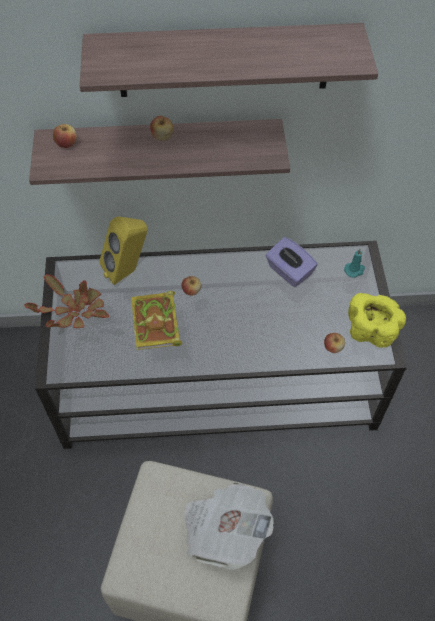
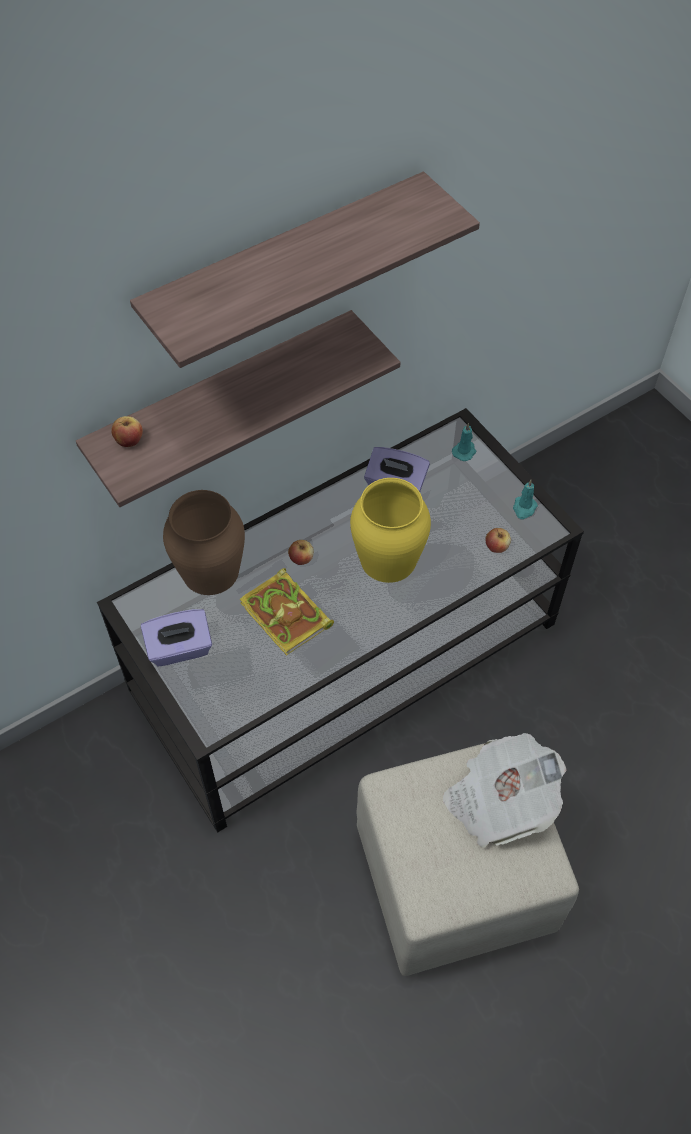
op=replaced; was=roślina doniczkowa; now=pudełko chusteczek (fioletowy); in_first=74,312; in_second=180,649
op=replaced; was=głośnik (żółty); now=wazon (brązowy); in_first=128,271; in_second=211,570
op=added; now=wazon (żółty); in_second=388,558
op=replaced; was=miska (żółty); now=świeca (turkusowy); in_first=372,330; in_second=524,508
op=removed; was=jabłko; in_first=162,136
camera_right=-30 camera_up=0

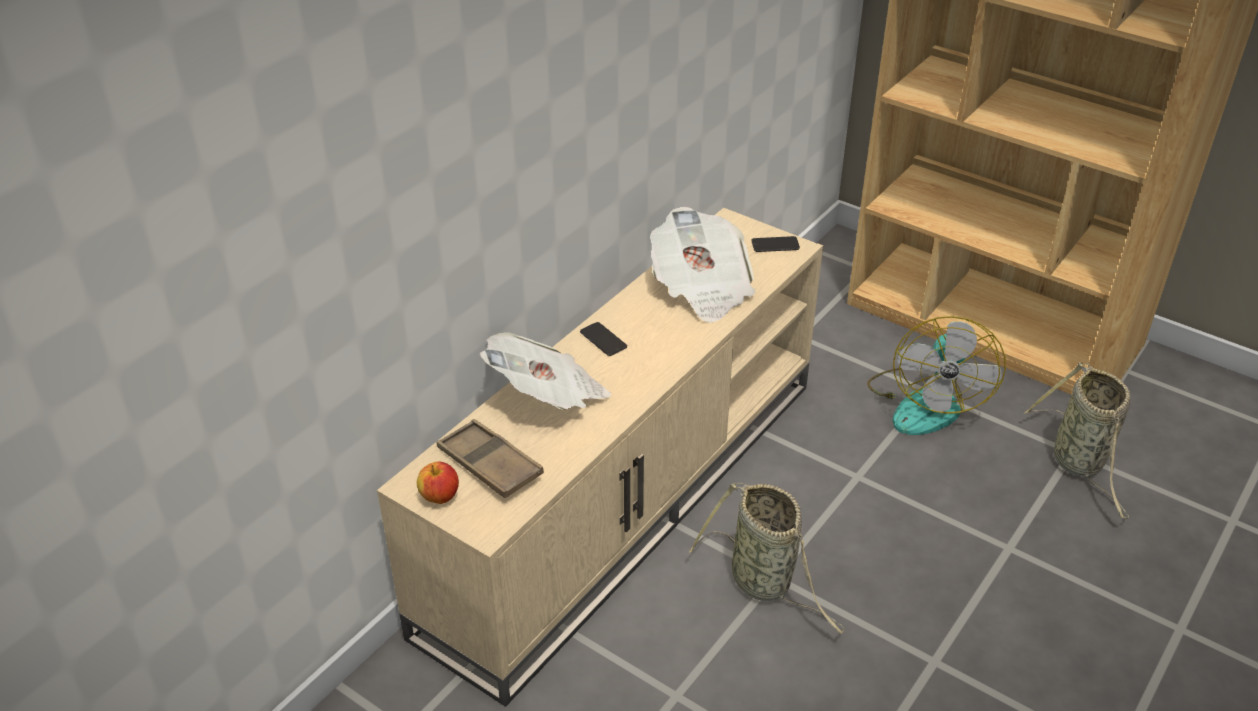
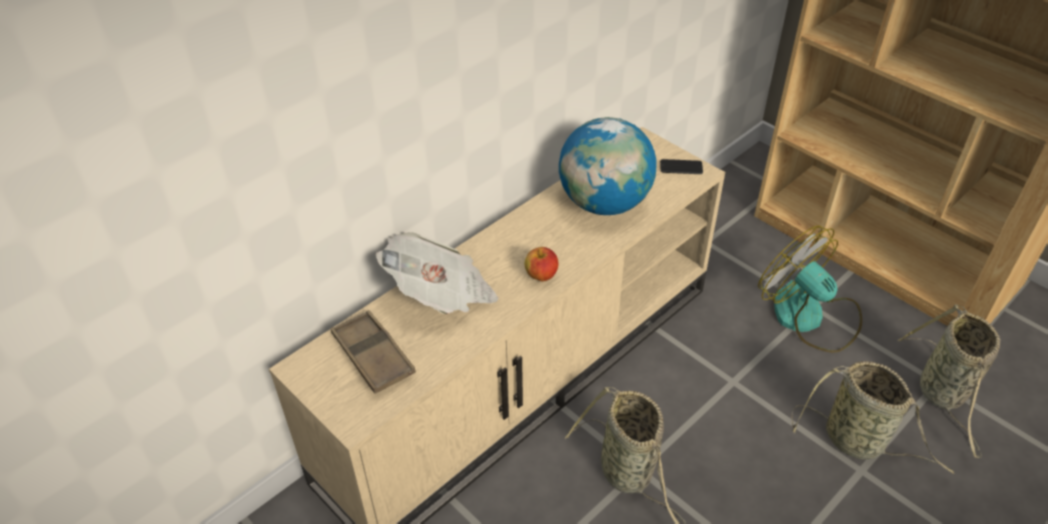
op=moved; was=jabłko; in_first=440,496; in_second=541,275
op=replaced; was=gazeta; now=globus; in_first=701,288; in_second=604,203
op=turned; was=wentylator; in_first=926,402; in_second=808,317; clockwise=120
op=added; now=koszyk; in_second=858,442
op=removed; was=telefon; in_first=603,340
camera_right=10 camera_up=5

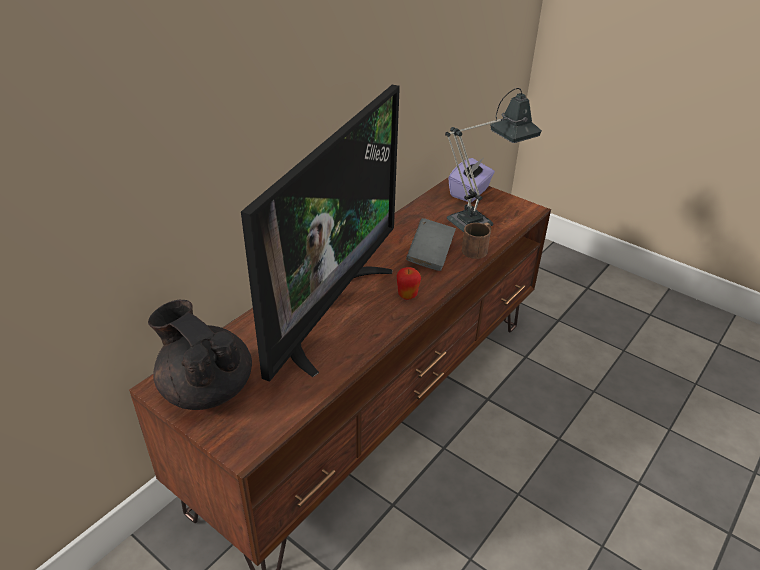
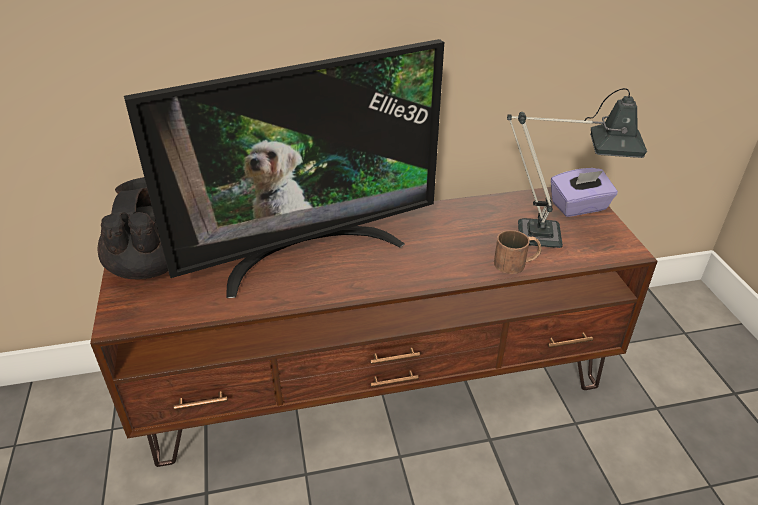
op=removed; was=jabłko; in_first=407,295
op=removed; was=książka (szary); in_first=430,256
camera_right=40 camera_up=0

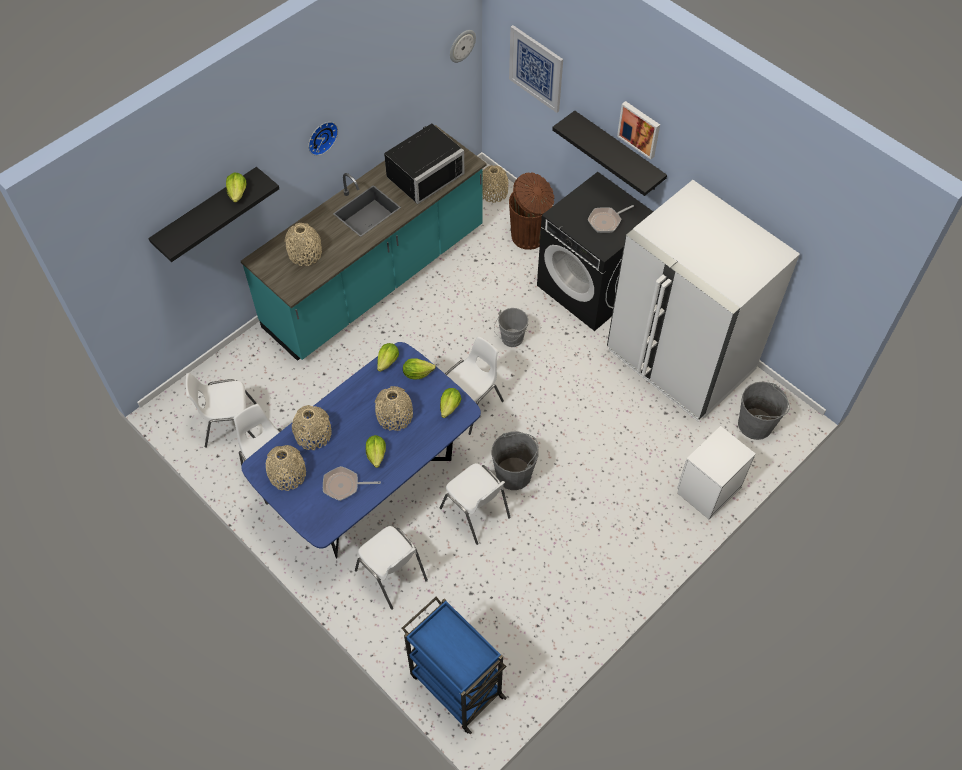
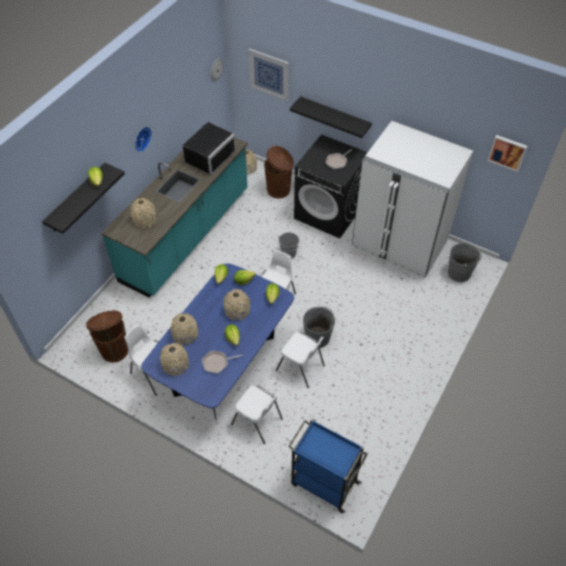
op=replaced; was=krzesło (biały); now=kosz na śmieci (brązowy); in_first=230,425; in_second=114,349
op=moved; was=obraz; in_first=640,129; in_second=507,152
op=removed; was=szafka nocna (biały); in_first=707,490
camera_right=-15 camera_up=-5

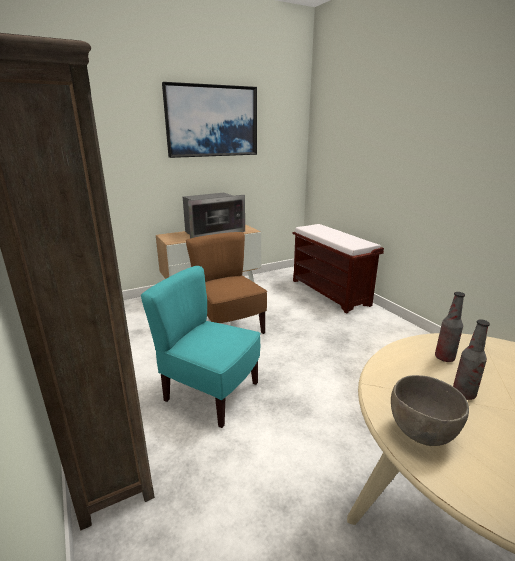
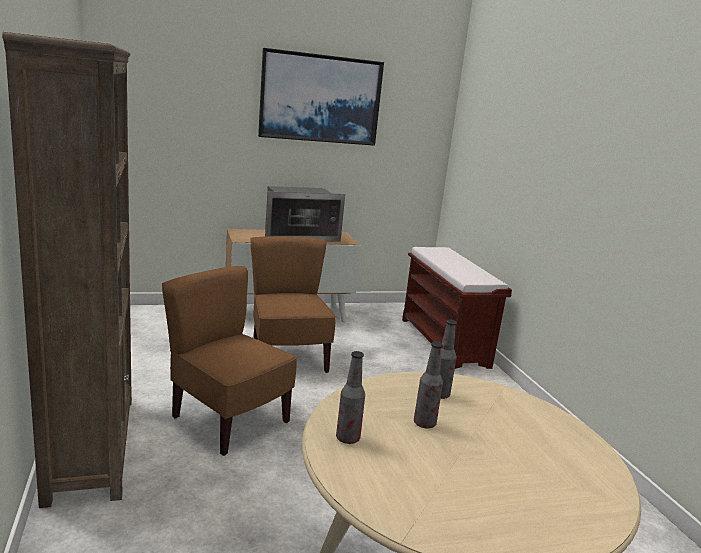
op=recoloured; was=krzesło (turkusowy); now=krzesło (brązowy); in_first=210,393; in_second=228,421
op=replaced; was=miska (szary); now=butelka; in_first=420,432; in_second=347,438
camera_right=10 camera_up=-5

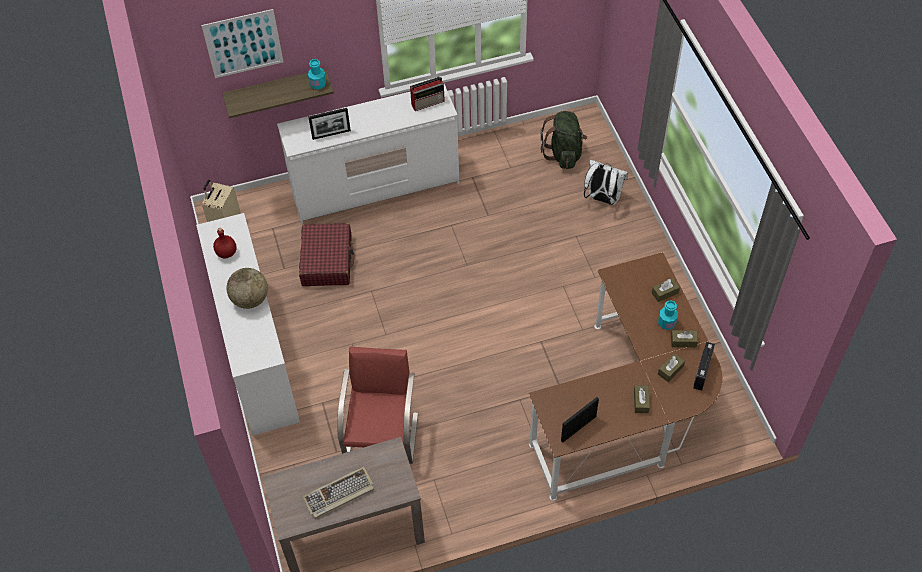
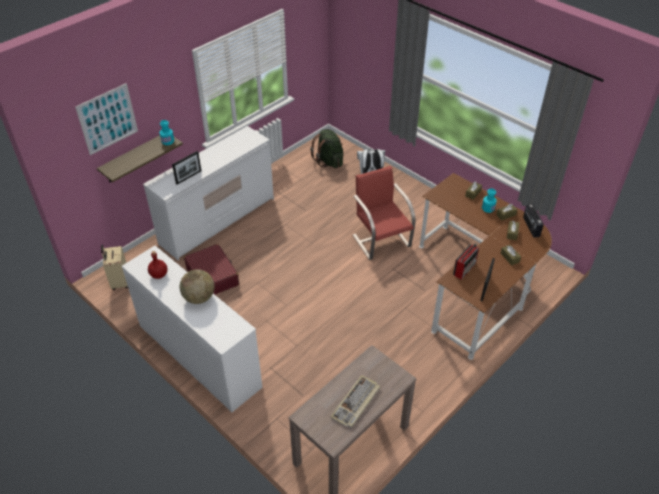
op=moved; was=krzesło (czerwony); in_first=382,435; in_second=381,240
op=moved; was=radio; in_first=428,102; in_second=465,269
camera_right=-30 camera_up=-10

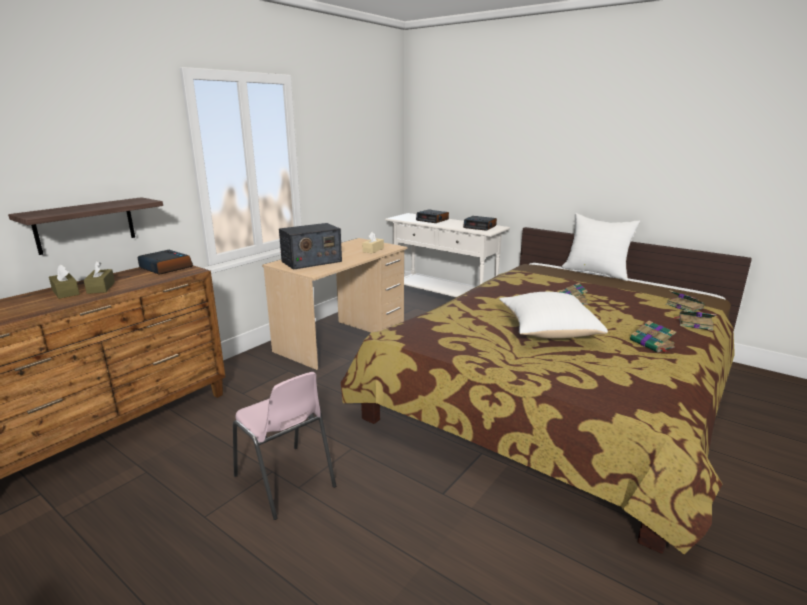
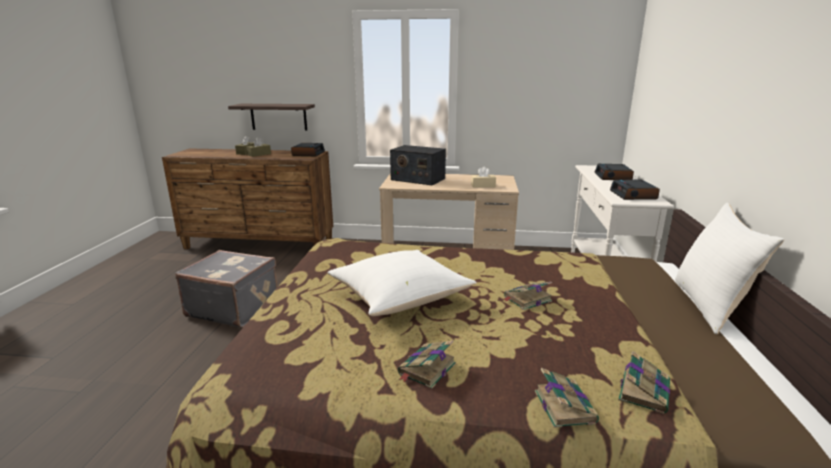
op=replaced; was=krzesło (różowy); now=walizka (szary); in_first=285,482; in_second=234,307
camera_right=60 camera_up=0

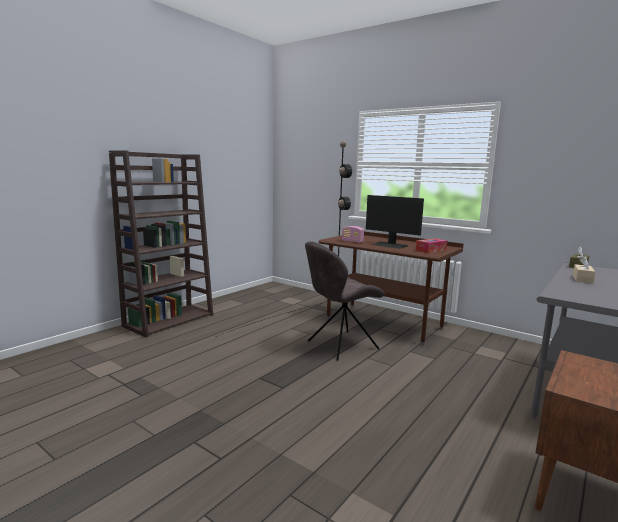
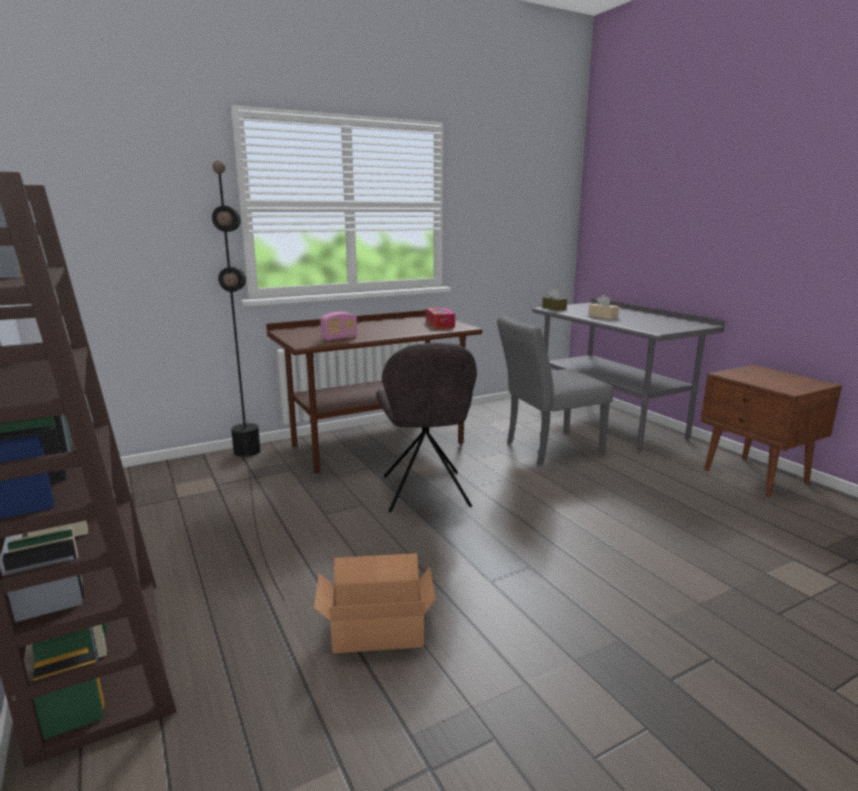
op=added; now=karton; in_second=375,627
op=added; now=krzesło (szary); in_second=547,449
op=removed; was=monitor; in_first=389,245
camera_right=-65 camera_up=5

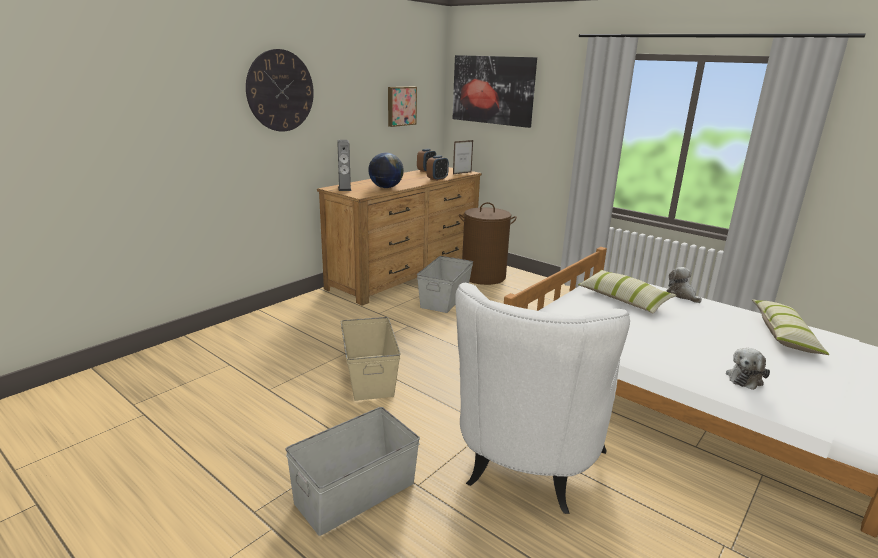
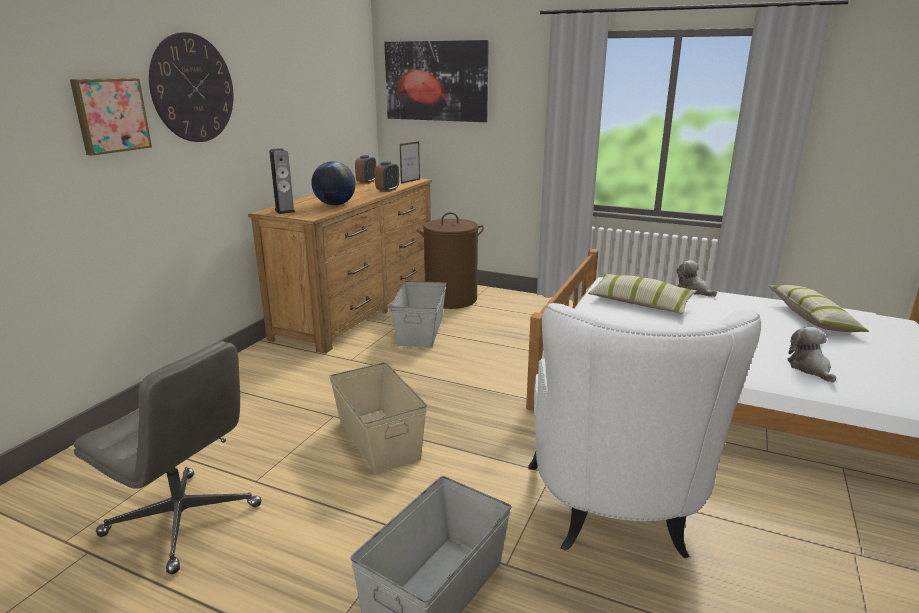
op=moved; was=obraz; in_first=401,106; in_second=110,115
op=added; now=krzesło biurowe (szary); in_second=184,520
op=turned; was=pluszak; in_first=745,378; in_second=810,368; clockwise=150
camera_right=-15 camera_up=0

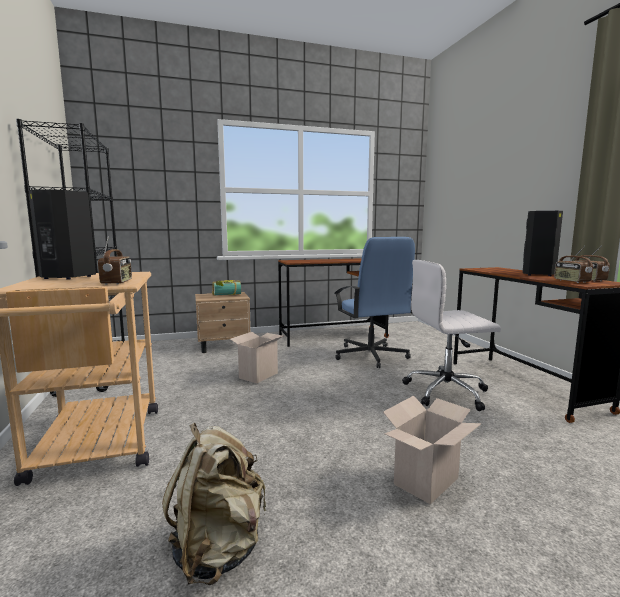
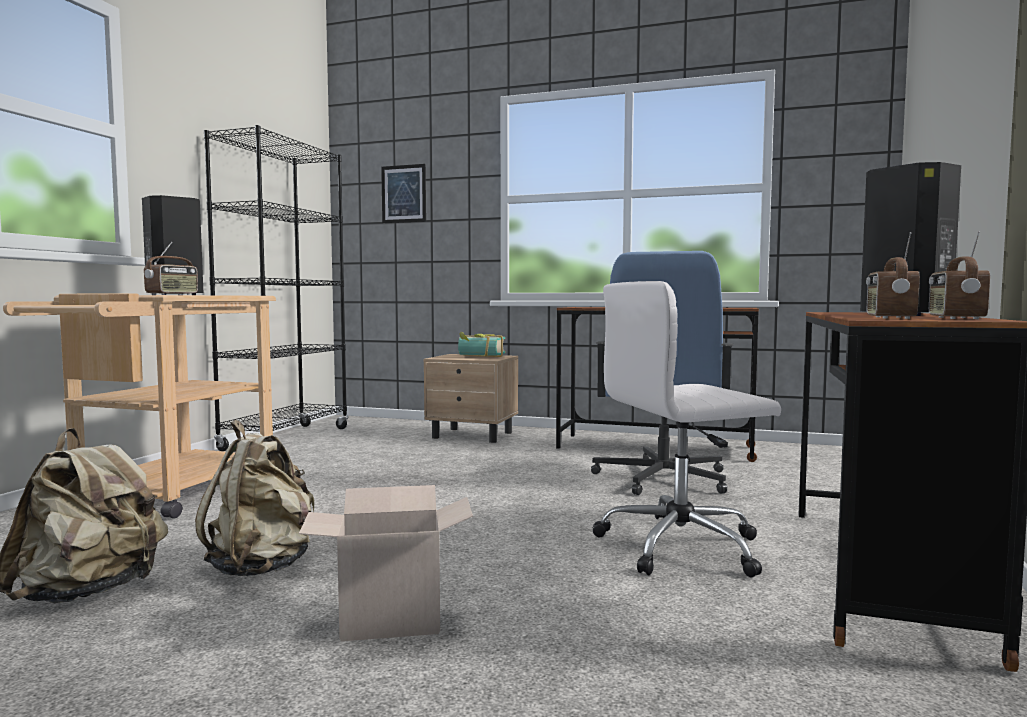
op=added; now=plecak (beżowy); in_second=262,567
op=added; now=obraz; in_second=404,194
op=turned; was=krzesło biurowe (biały); in_first=447,392; in_second=682,546; clockwise=-45
op=removed; was=karton; in_first=258,375
camera_right=35 camera_up=-5

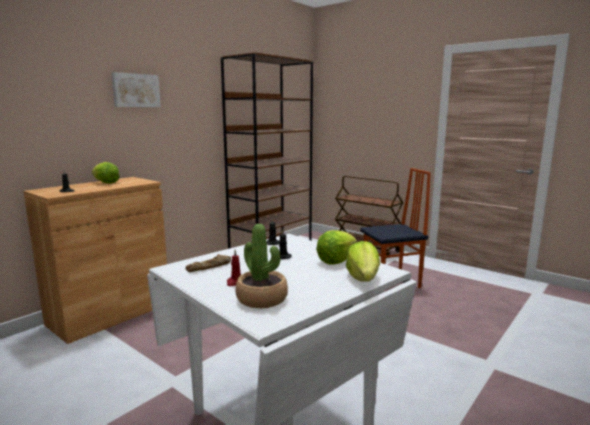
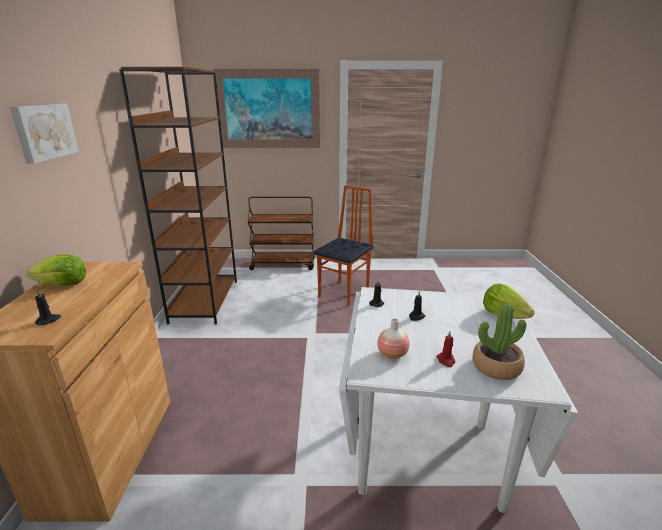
op=added; now=obraz; in_second=268,109
op=replaced; was=chleb; now=wazon; in_first=210,267; in_second=392,354
op=removed; was=sałata; in_first=336,261
camera_right=-40 camera_up=10

